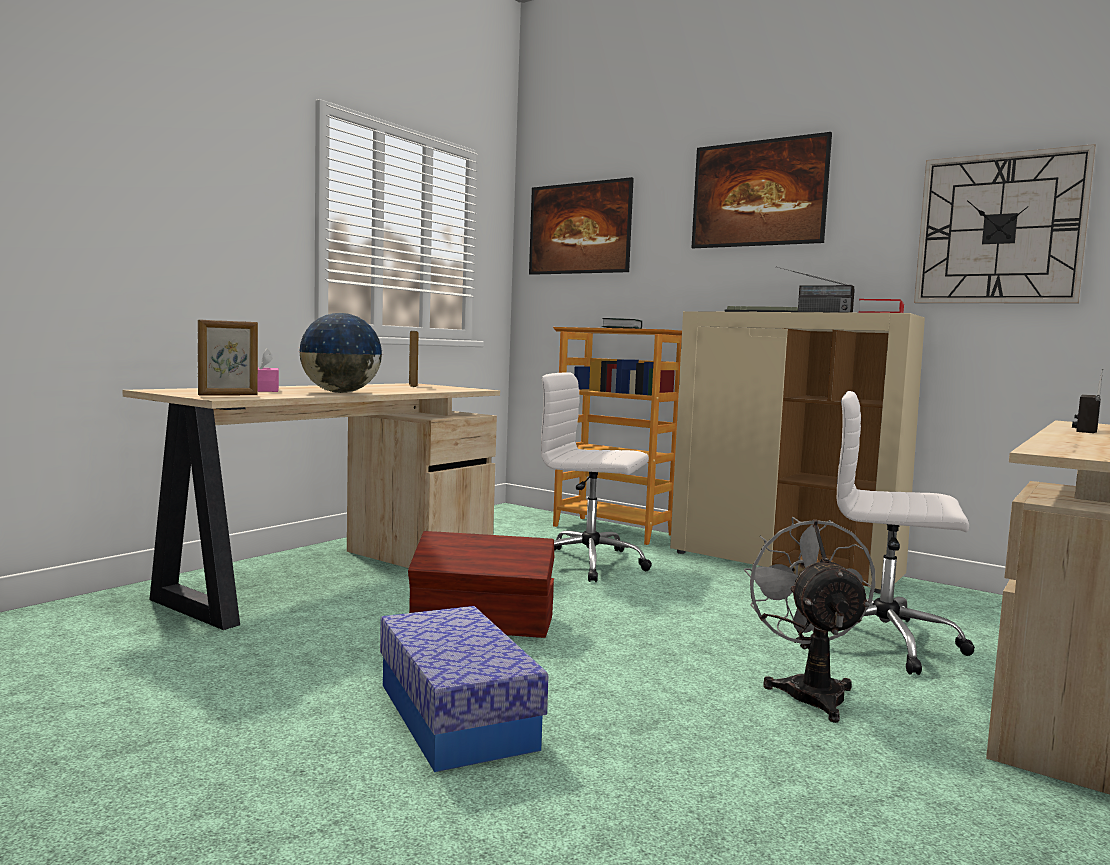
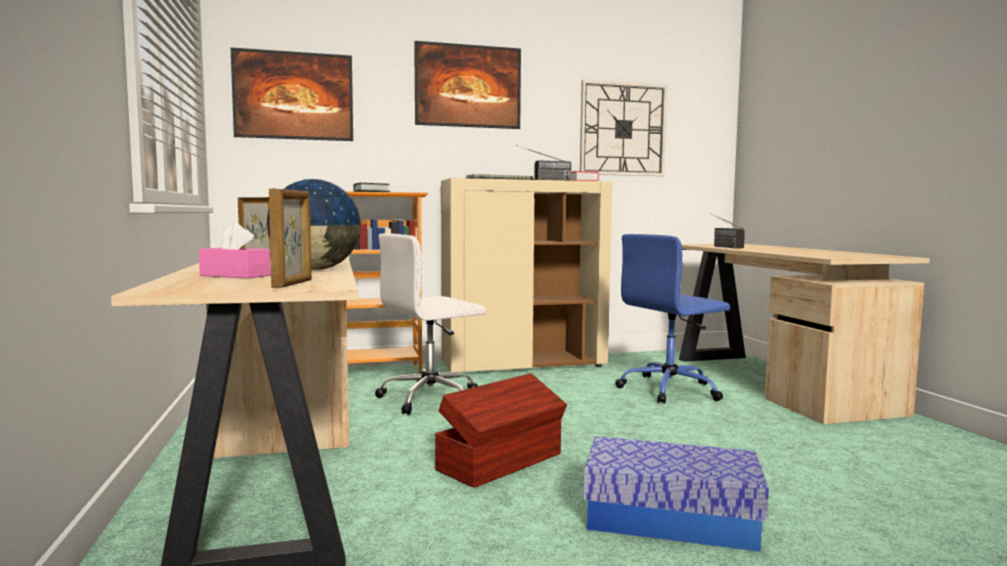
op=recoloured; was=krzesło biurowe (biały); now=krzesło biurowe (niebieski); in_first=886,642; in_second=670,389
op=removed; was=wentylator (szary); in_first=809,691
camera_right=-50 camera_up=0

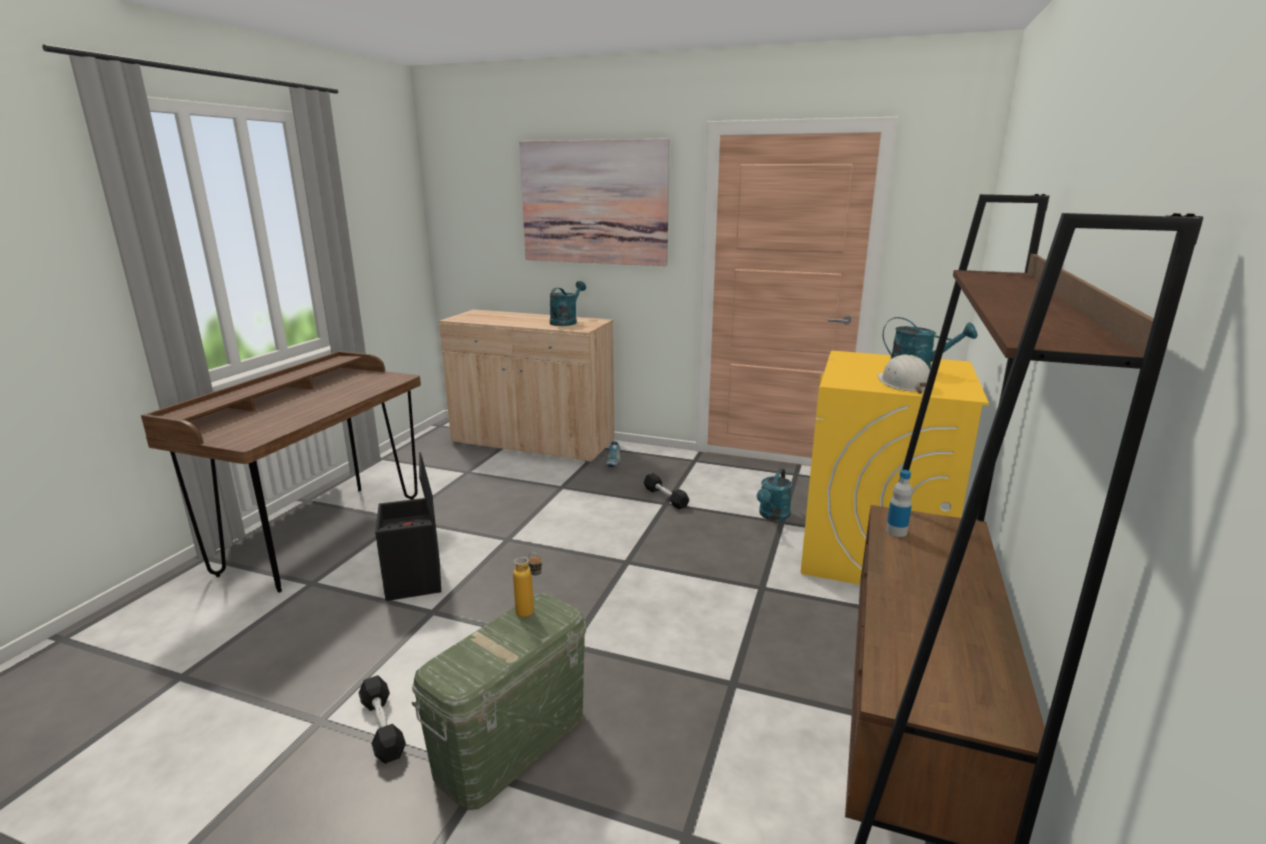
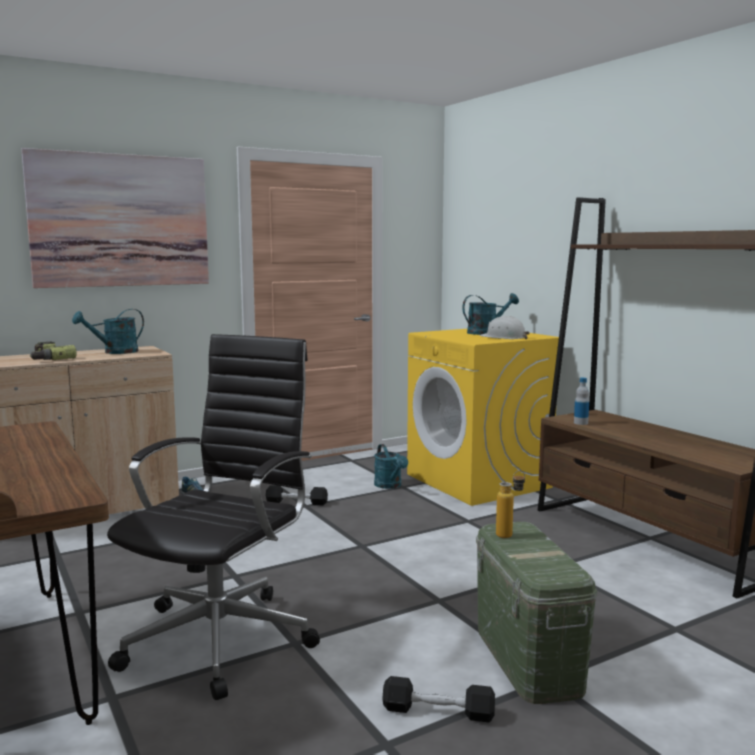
op=added; now=wiertarka; in_second=46,359
op=turned; was=konewka (turkusowy); in_first=566,322; in_second=115,352; clockwise=-105
op=replaced; was=pojemnik do przechowywania (czarny); now=krzesło biurowe (czarny); in_first=415,580; in_second=223,637
camera_right=-50 camera_up=-10

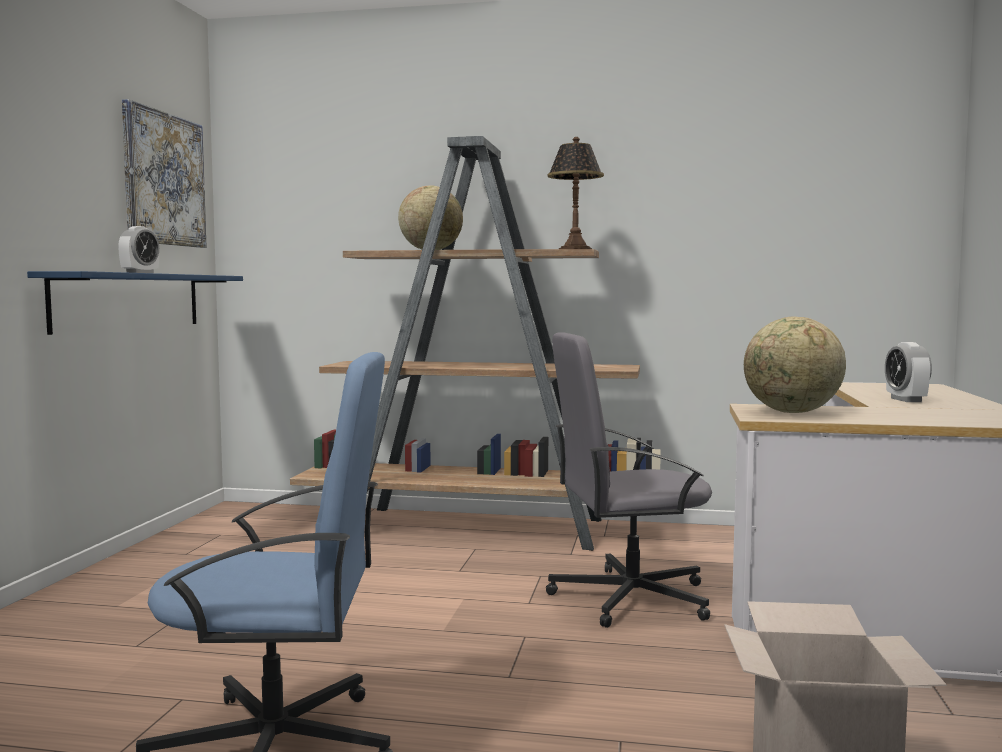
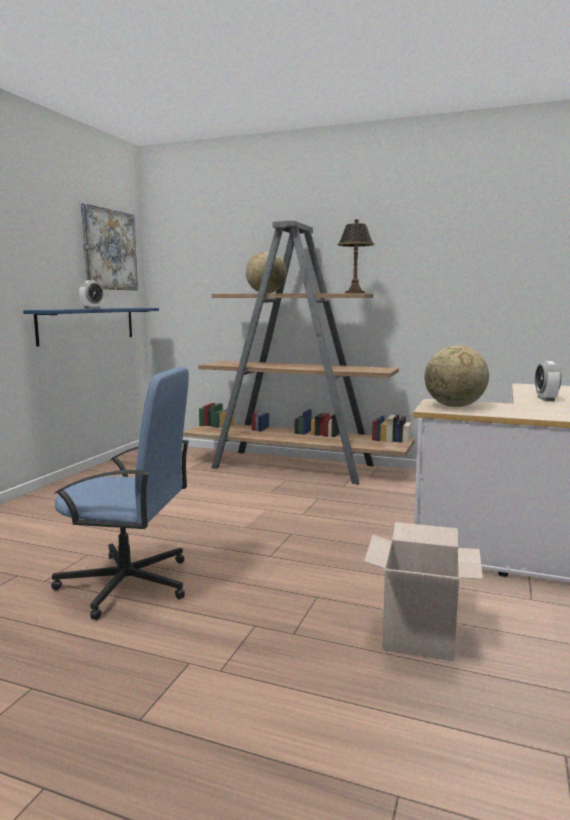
op=removed; was=krzesło biurowe (szary); in_first=628,598
camera_right=10 camera_up=5

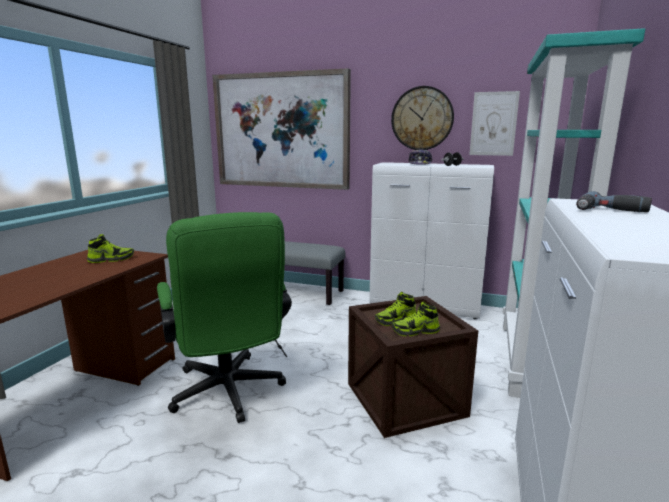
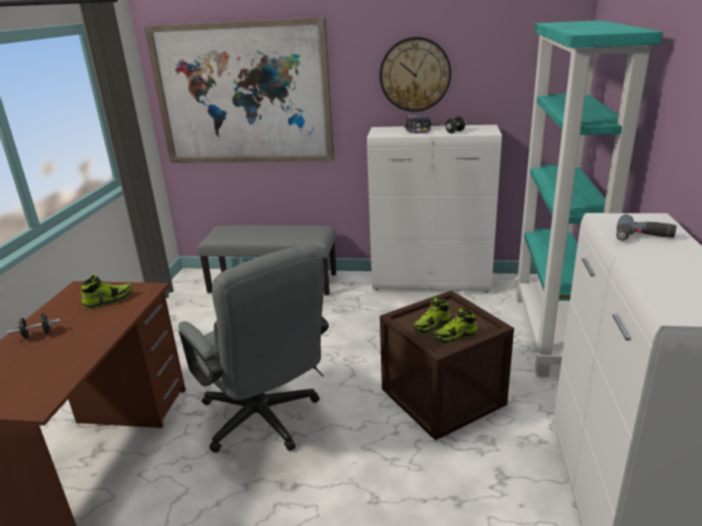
op=added; now=hantel (czarny); in_second=37,335
op=recoloured; was=krzesło biurowe (zielony); now=krzesło biurowe (szary); in_first=229,394; in_second=265,421
op=removed; was=obraz; in_first=493,124
camera_right=-10 camera_up=10

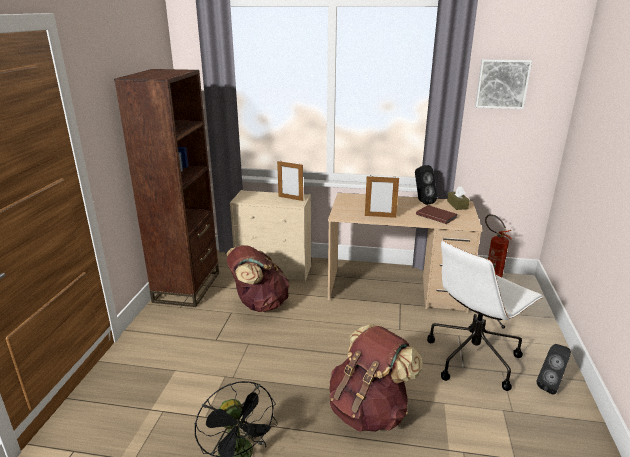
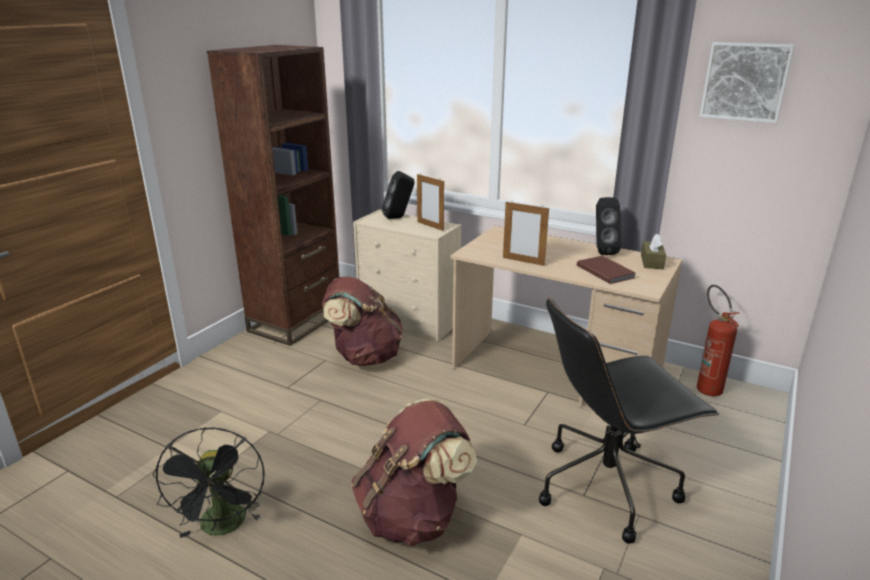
op=moved; was=głośnik (czarny); in_first=551,386; in_second=399,217
op=recoloured; was=krzesło biurowe (biały); now=krzesło biurowe (czarny); in_first=473,357; in_second=607,485
camera_right=20 camera_up=0

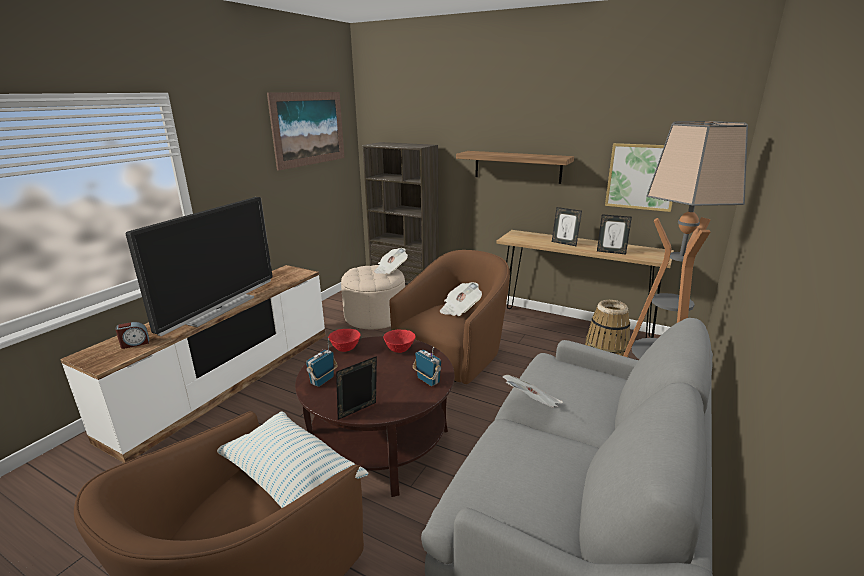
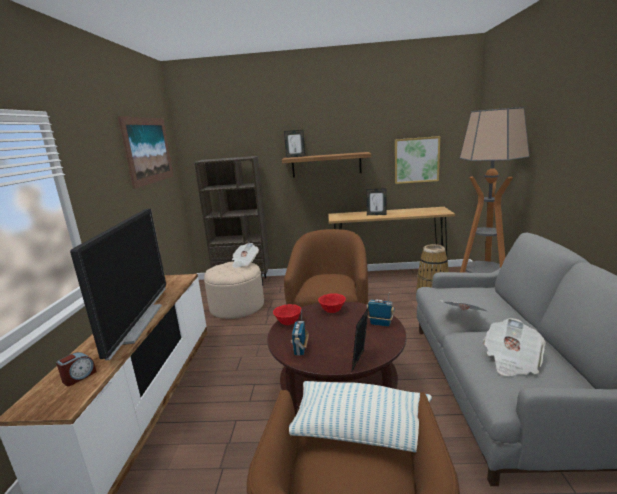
op=moved; was=ramka na zdjęcie; in_first=611,252; in_second=295,156
op=moved; was=gazeta; in_first=459,309; in_second=511,361
camera_right=-25 camera_up=-5

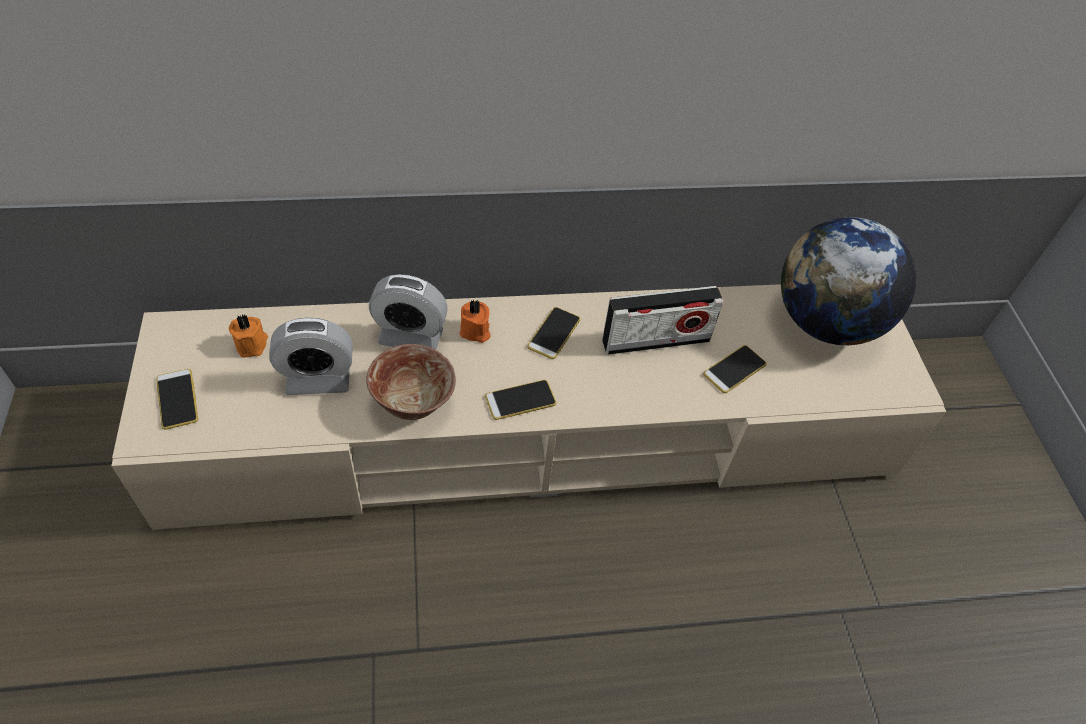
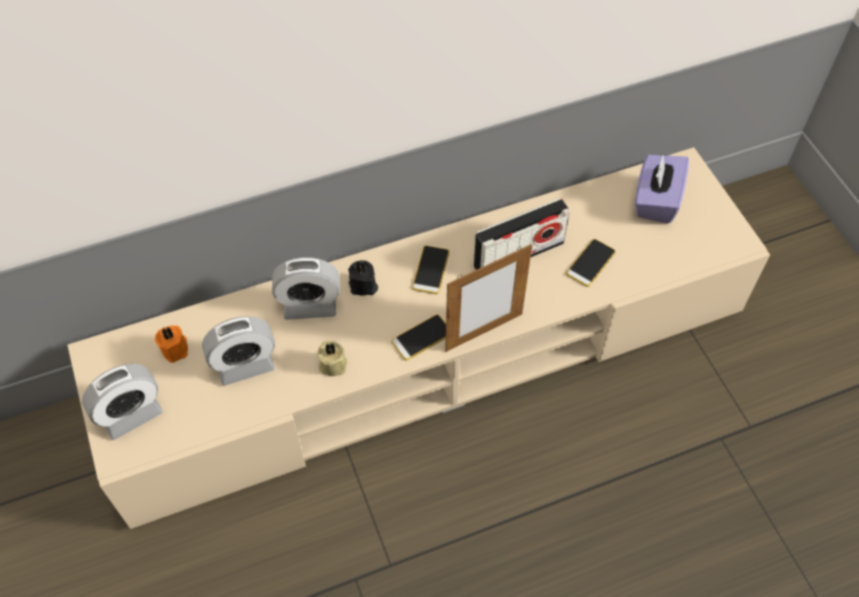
op=replaced; was=telefon; now=budzik; in_first=177,399; in_second=131,414
op=replaced; was=miska; now=świeca (beżowy); in_first=412,402; in_second=332,363
op=recoloured; was=świeca (pomarańczowy); now=świeca (czarny); in_first=475,331; in_second=363,286
op=added; now=ramka na zdjęcie; in_second=484,332
op=replaced; was=globus; now=pudełko chusteczek (fioletowy); in_first=826,323; in_second=656,200
camera_right=-10 camera_up=5

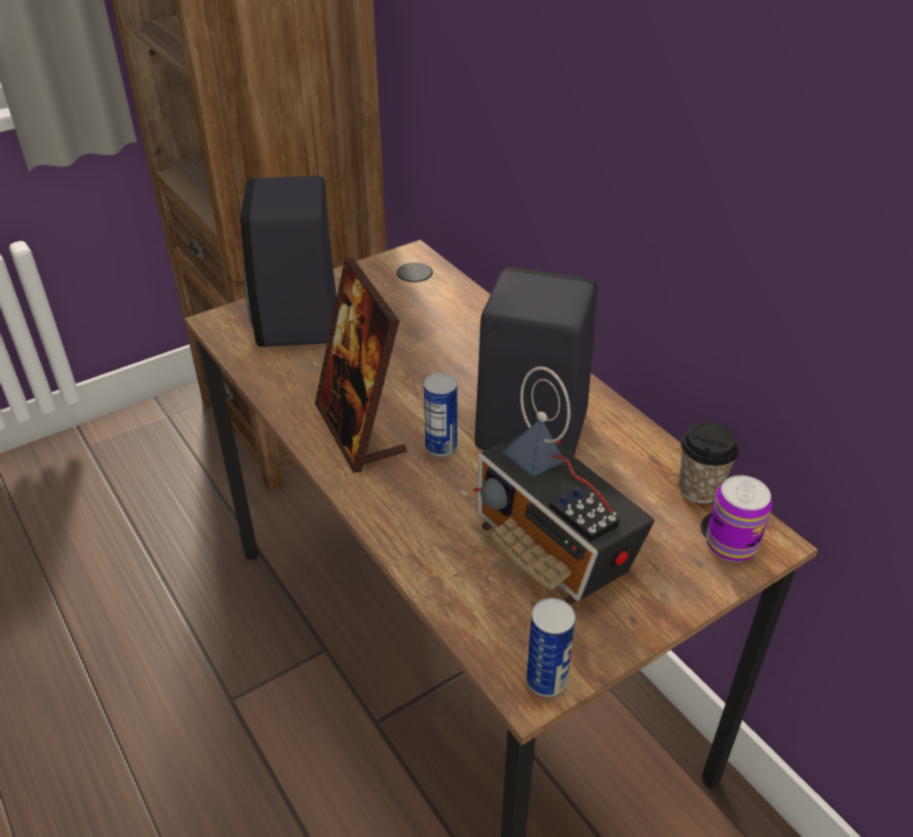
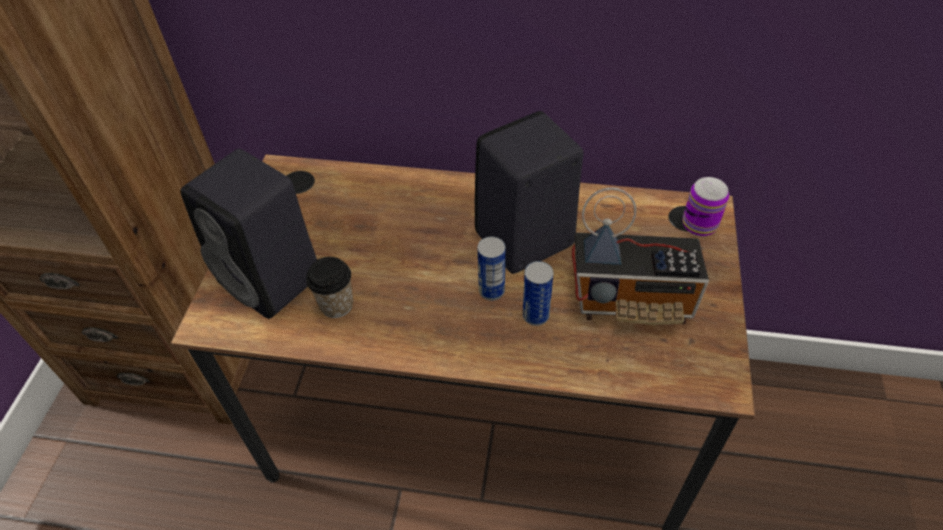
op=moved; was=filiżanka; in_first=699,489; in_second=336,305
op=moved; was=puszka; in_first=546,681; in_second=535,315
op=removed; was=ramka na zdjęcie; in_first=360,430
camera_right=-45 camera_up=10

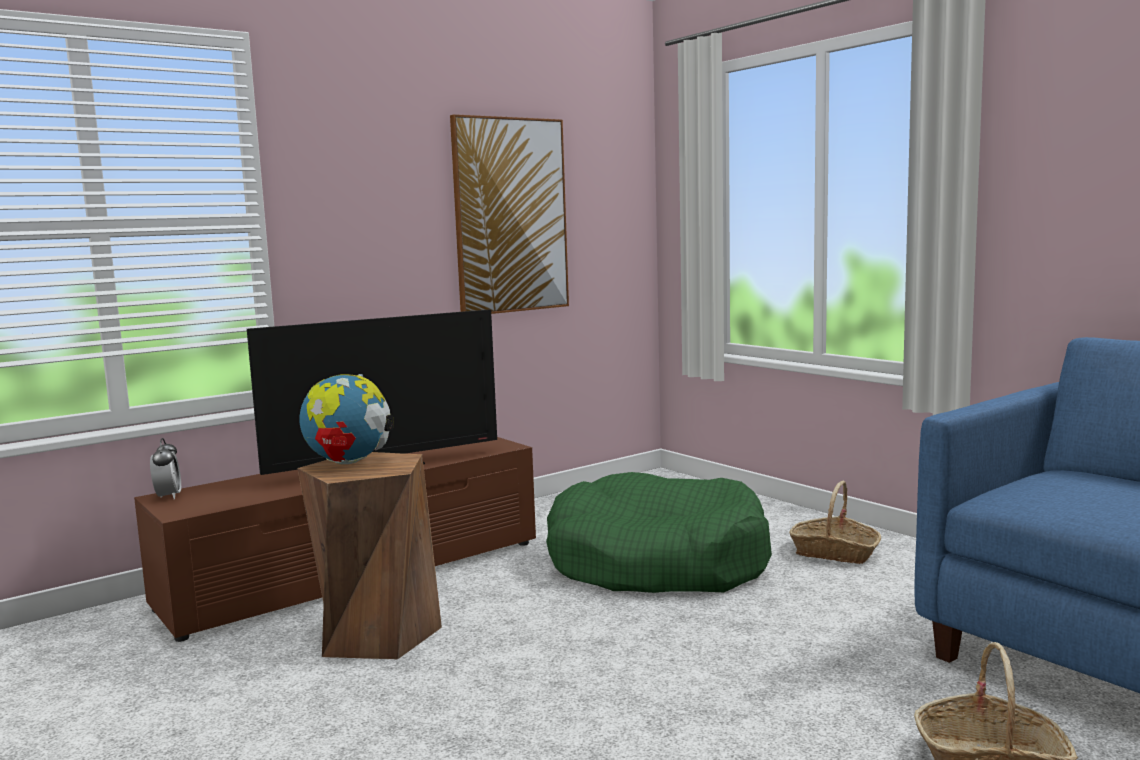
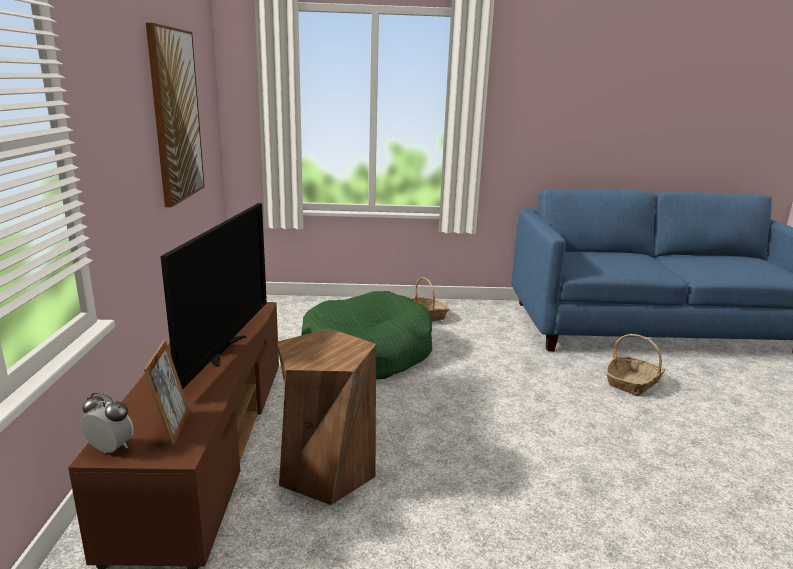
op=added; now=ramka na zdjęcie; in_second=172,428
op=removed; was=globus; in_first=348,462
camera_right=-55 camera_up=10

